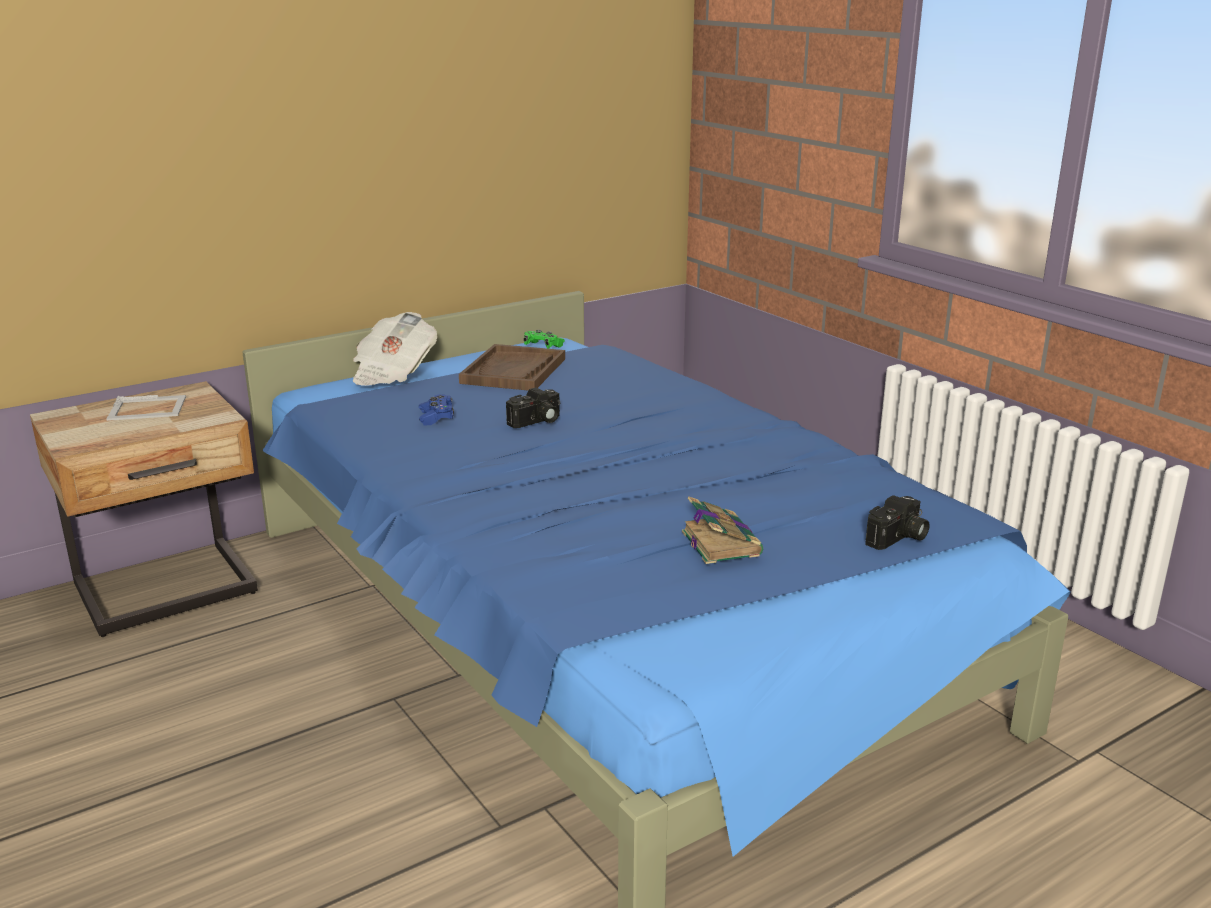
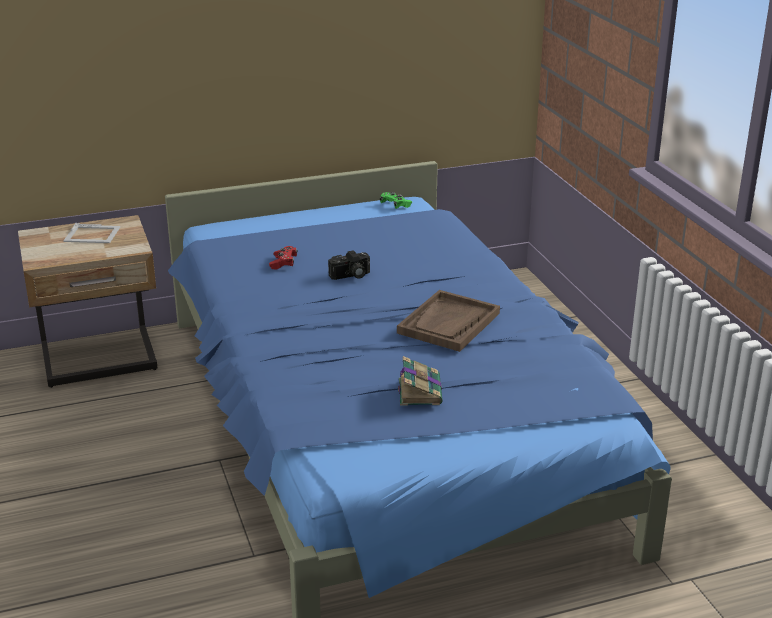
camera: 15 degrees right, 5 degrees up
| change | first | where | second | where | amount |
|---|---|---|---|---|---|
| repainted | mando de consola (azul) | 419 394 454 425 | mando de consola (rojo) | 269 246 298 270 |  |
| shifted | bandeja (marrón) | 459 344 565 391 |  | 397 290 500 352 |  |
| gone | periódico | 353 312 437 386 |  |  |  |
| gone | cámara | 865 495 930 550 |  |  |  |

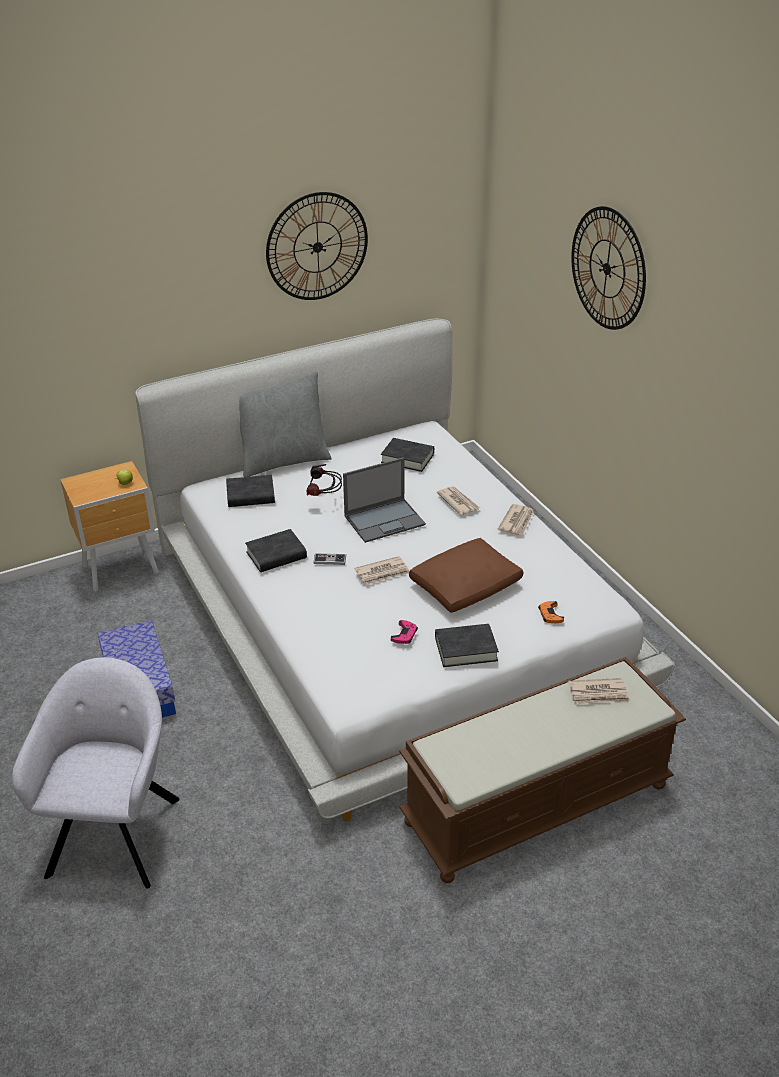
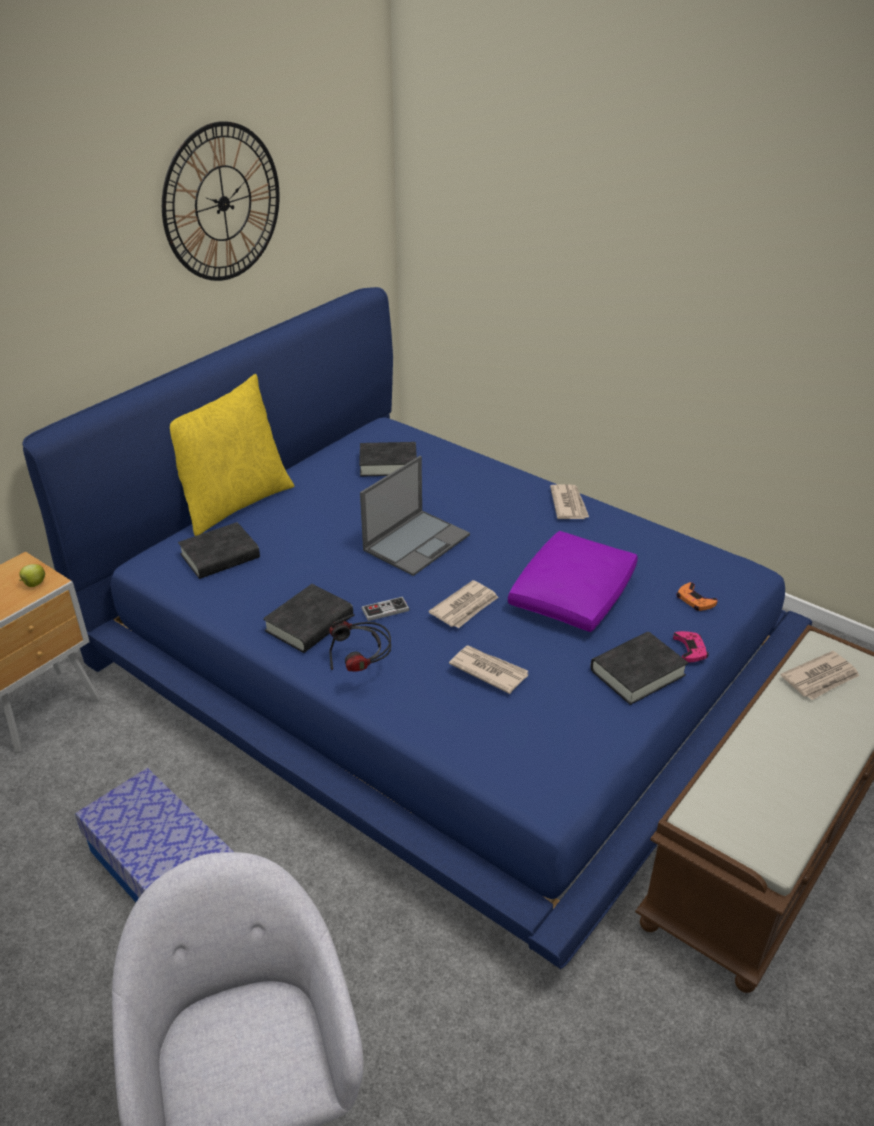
camera: 25 degrees left, 0 degrees up
| change | first | where | second | where | amount |
|---|---|---|---|---|---|
| repainted | cama (blanco) | 135 318 675 821 | cama (azul) | 22 287 812 969 |  |
| repainted | cojín (gris) | 239 372 332 477 | cojín (amarillo) | 170 374 295 536 |  |
| shifted | auriculares | 307 464 342 496 |  | 329 614 391 672 |  |
| shifted | periódico | 437 486 480 515 |  | 449 646 528 694 |  |
| repainted | cojín (marrón) | 409 538 523 613 | cojín (morado) | 508 531 638 632 |  |
| shifted | mando de consola (rosa) | 391 620 418 644 |  | 673 631 709 662 |  |
| gone | reloj de pared | 571 206 646 330 |  |  |  |

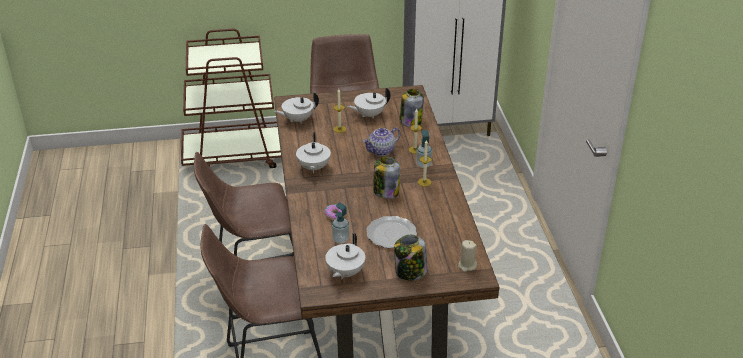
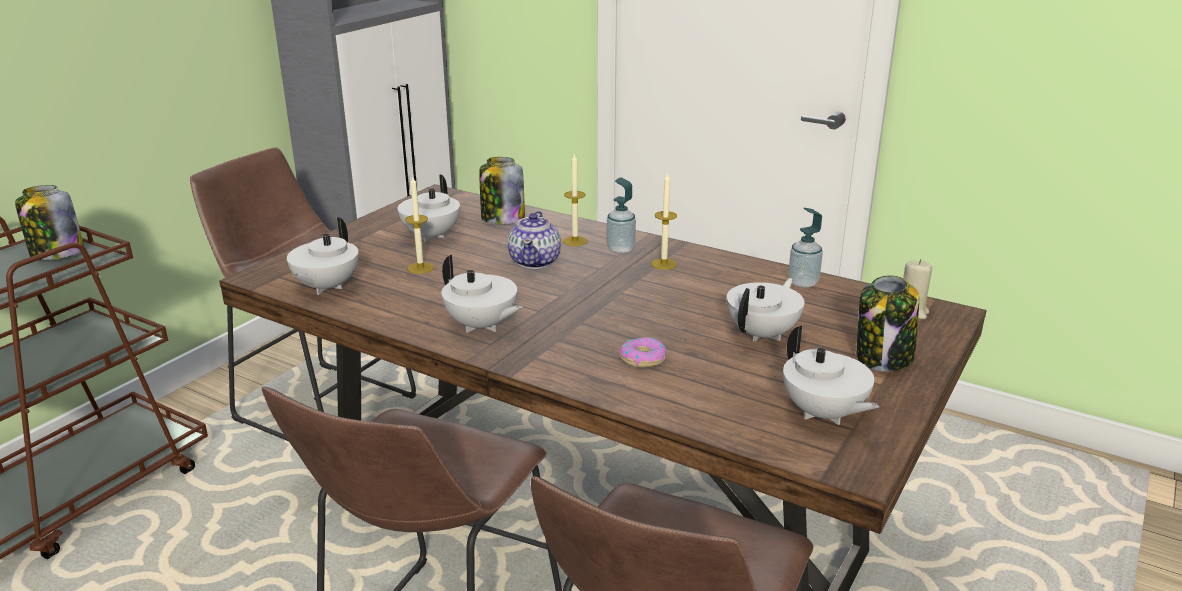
camera: 50 degrees left, 10 degrees down
| change | first | where | second | where | amount |
|---|---|---|---|---|---|
| shifted | tarro | 373 156 400 199 |  | 15 185 84 260 |  |
| swapped | plato | 366 216 417 248 | tetera (blanco) | 727 278 804 342 |  |
| shifted | dispensador de jabón | 332 202 350 244 |  | 788 208 823 288 |  |

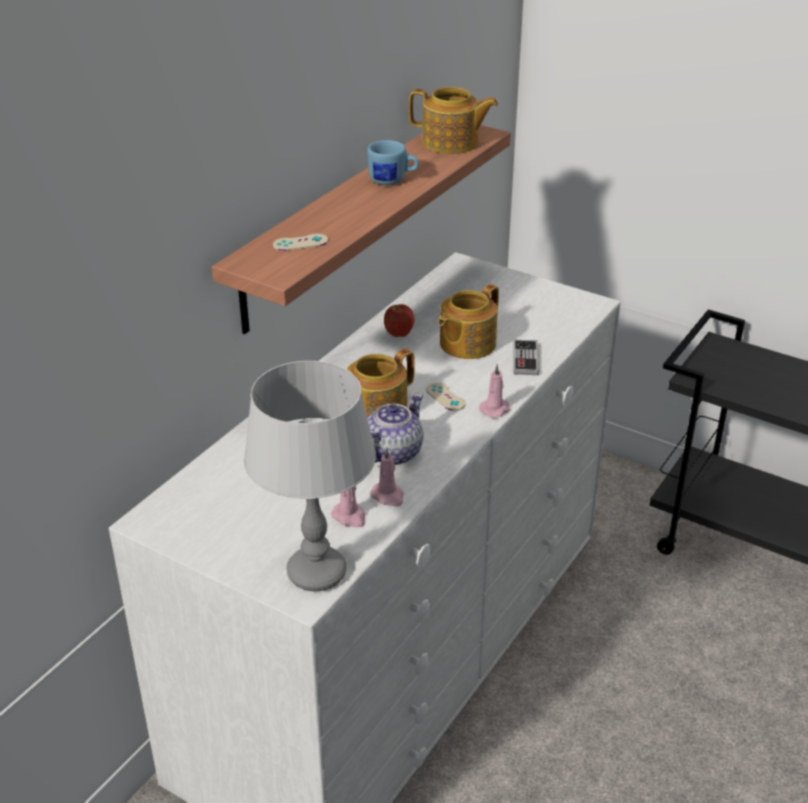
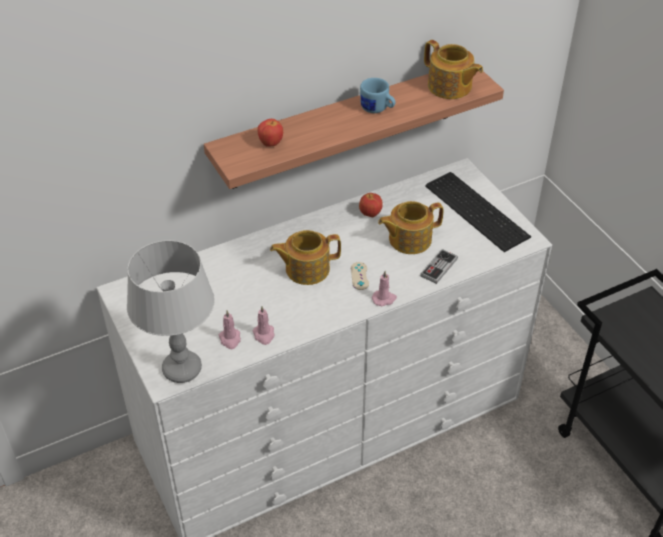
camera: 30 degrees right, 10 degrees up
| change | first | where | second | where | amount |
|---|---|---|---|---|---|
| swapped | mando de consola (beis) | 273 234 328 251 | manzana | 258 119 283 147 |  |
| new |  |  | teclado | 425 172 531 252 |  |
| gone | tetera | 368 394 423 465 |  |  |  |

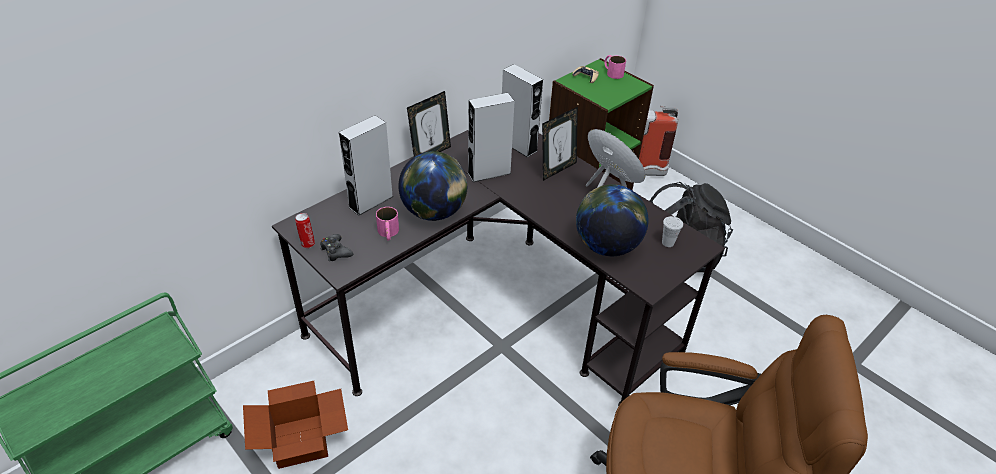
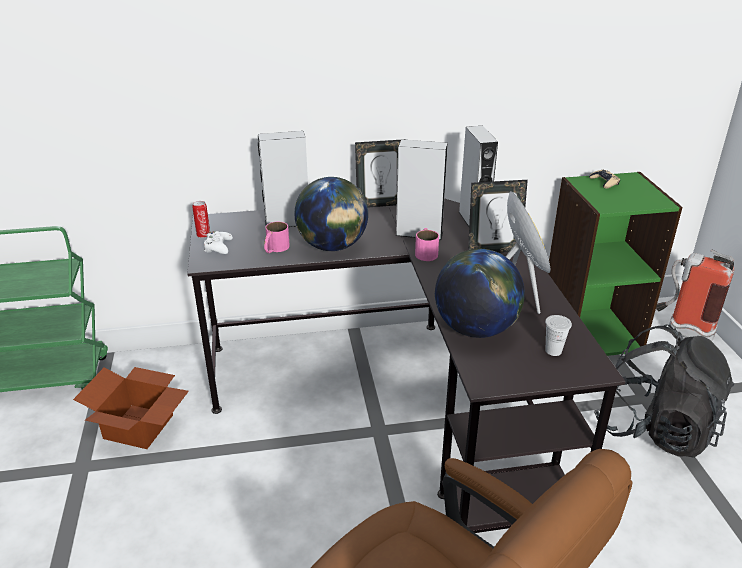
camera: 35 degrees right, 10 degrees down
| change | first | where | second | where | amount |
|---|---|---|---|---|---|
| repainted | mando de consola (negro) | 320 234 353 261 | mando de consola (blanco) | 204 231 233 254 |  |
| shifted | taza grande (rosa) | 604 55 626 79 |  | 415 228 439 261 |  |

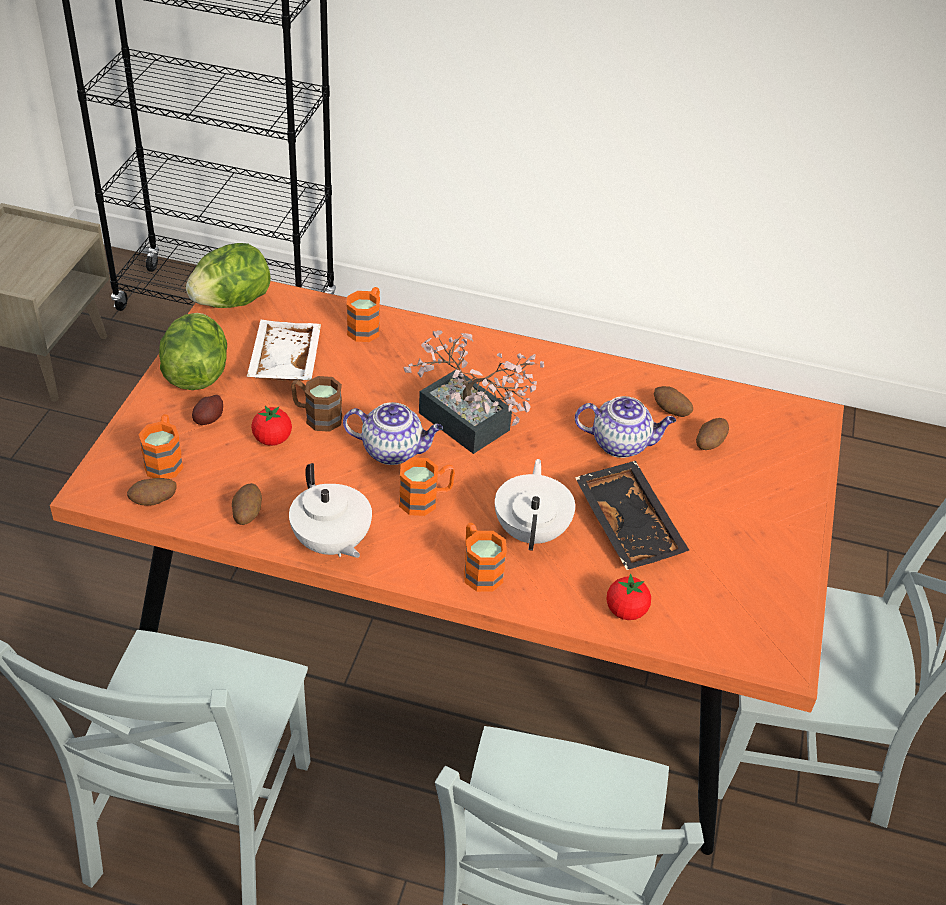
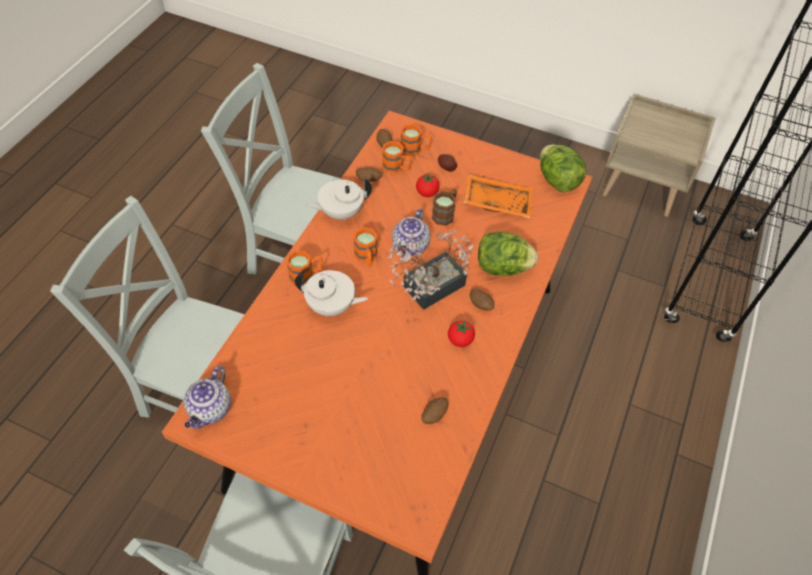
camera: 100 degrees right, 10 degrees up
| change | first | where | second | where | amount |
|---|---|---|---|---|---|
| shifted | tetera | 575 396 676 458 |  | 184 366 231 429 |  |
| shifted | taza grande (naranja) | 347 287 380 342 |  | 382 141 411 174 |  |
| shifted | tomate | 606 574 651 620 |  | 448 320 475 347 |  |
| repainted | bandeja (blanco) | 247 320 321 381 | bandeja (naranja) | 464 174 533 218 |  |
| shifted | patata | 696 418 729 450 |  | 470 289 494 311 |  |
| shifted | lechuga | 159 313 227 390 |  | 478 232 538 276 |  |
| gone | bandeja (negro) | 575 461 689 570 |  |  |  |

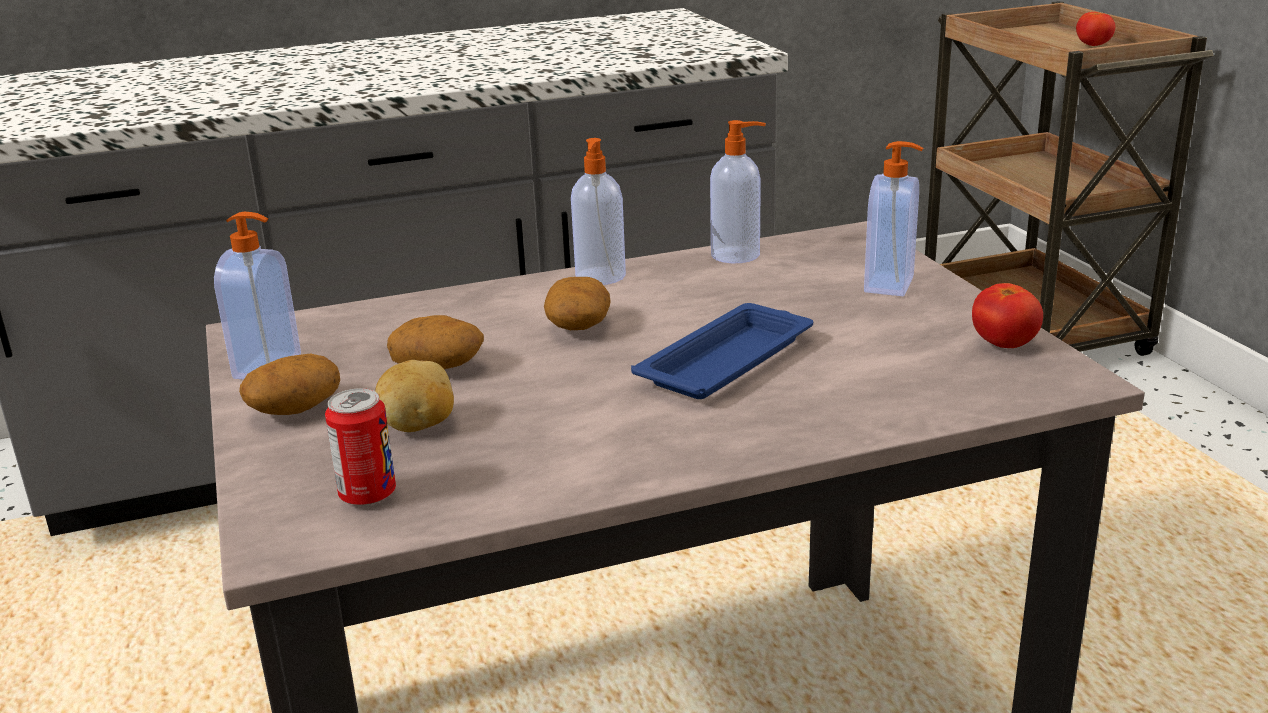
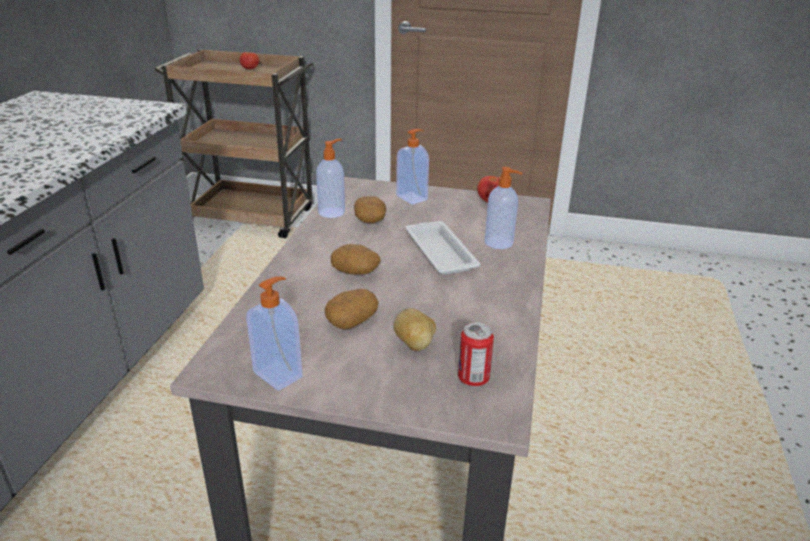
camera: 60 degrees left, 5 degrees up
| change | first | where | second | where | amount |
|---|---|---|---|---|---|
| shifted | patata | 239 354 340 415 |  | 354 196 386 223 |  |
| repainted | bandeja (azul) | 631 303 813 399 | bandeja (blanco) | 405 221 481 275 |  |
| shifted | dispensador de jabón | 571 138 626 285 |  | 485 167 523 249 |  |

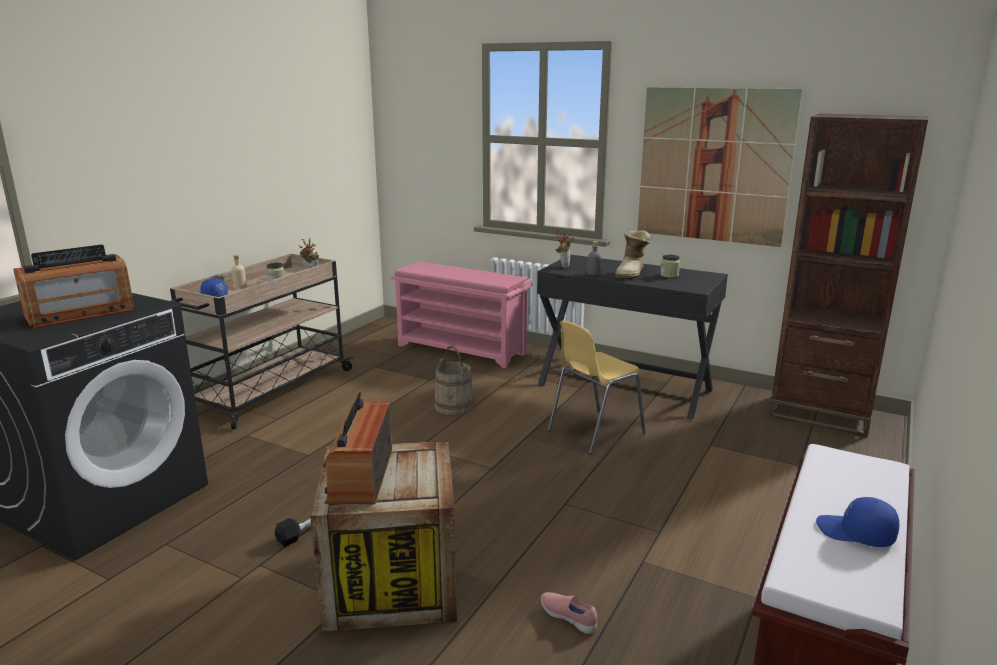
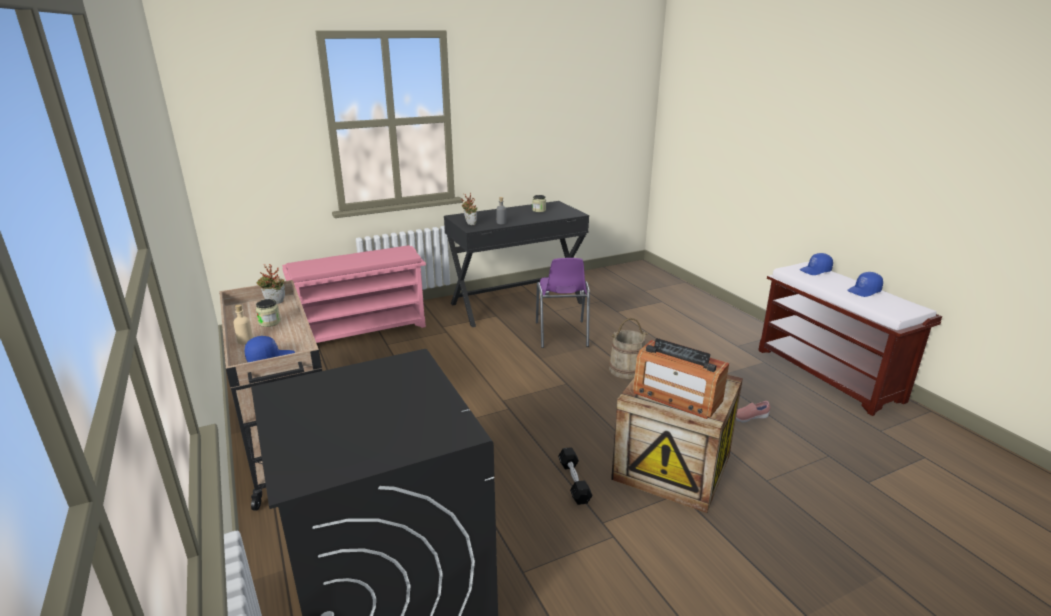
camera: 55 degrees left, 5 degrees up
| change | first | where | second | where | amount |
|---|---|---|---|---|---|
| repainted | silla (amarillo) | 548 321 646 455 | silla (morado) | 536 258 590 348 |  |
| shifted | cubo (beis) | 434 346 474 415 |  | 609 318 648 379 |  |
| new |  |  | gorra (azul) | 799 253 833 275 |  |
| gone | radio | 13 245 134 329 |  |  |  |
| gone | bota | 615 230 650 280 |  |  |  |
| gone | cuadro | 638 87 802 247 |  |  |  |
| gone | estantería (marrón) | 769 114 928 437 |  |  |  |

